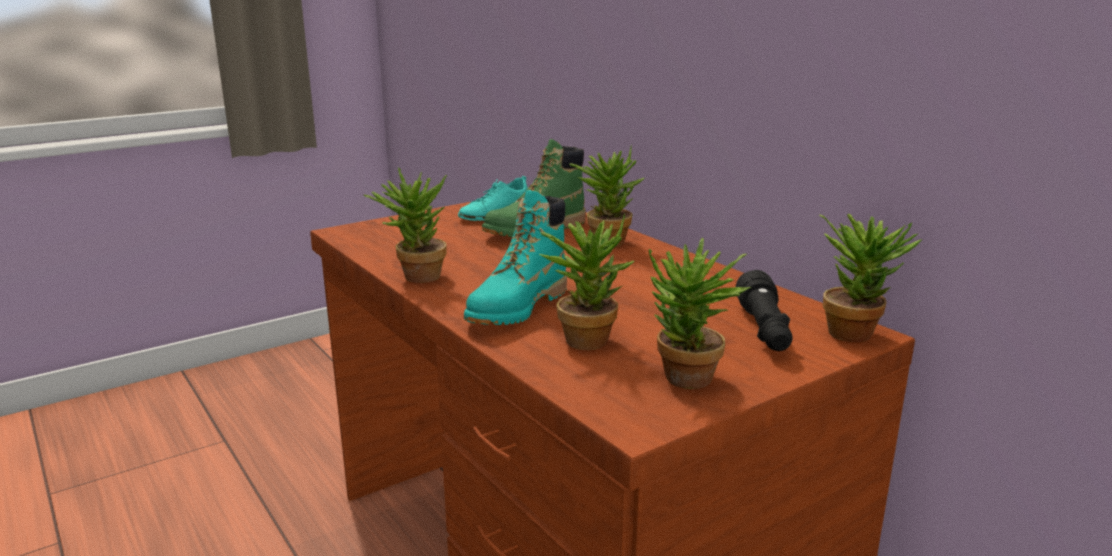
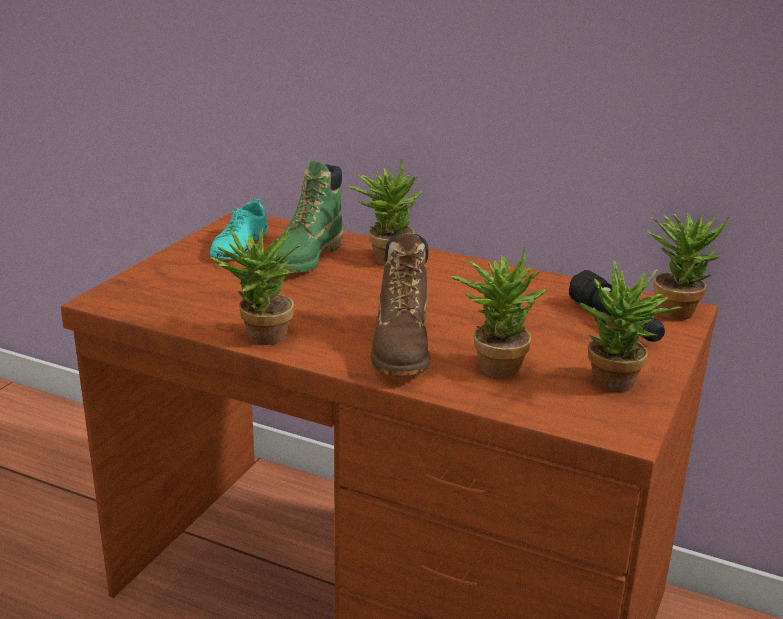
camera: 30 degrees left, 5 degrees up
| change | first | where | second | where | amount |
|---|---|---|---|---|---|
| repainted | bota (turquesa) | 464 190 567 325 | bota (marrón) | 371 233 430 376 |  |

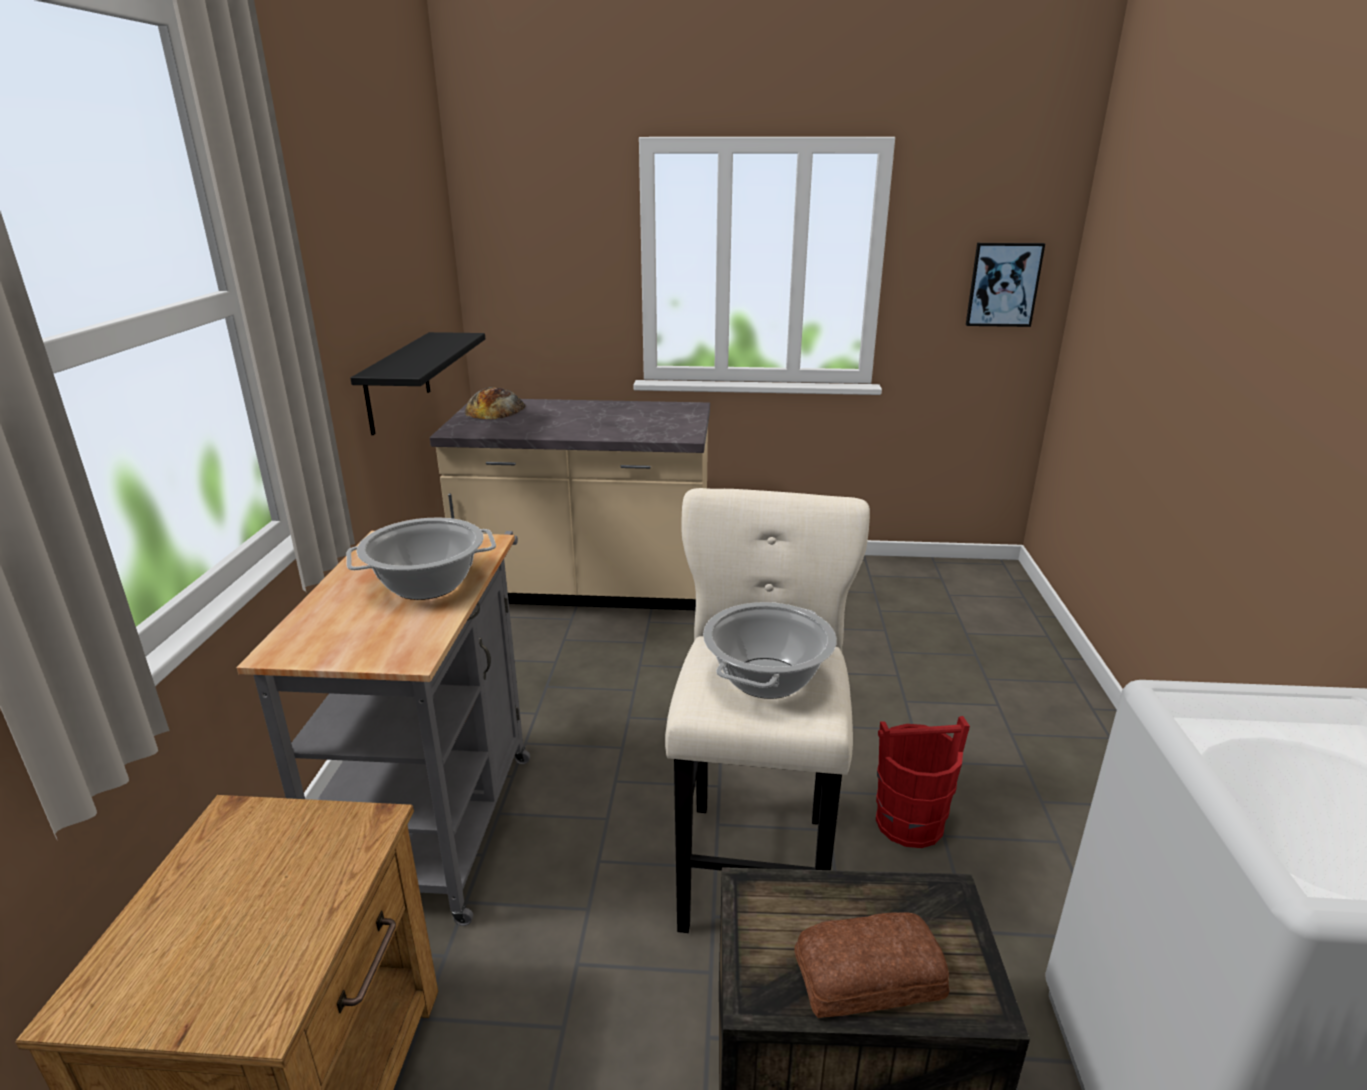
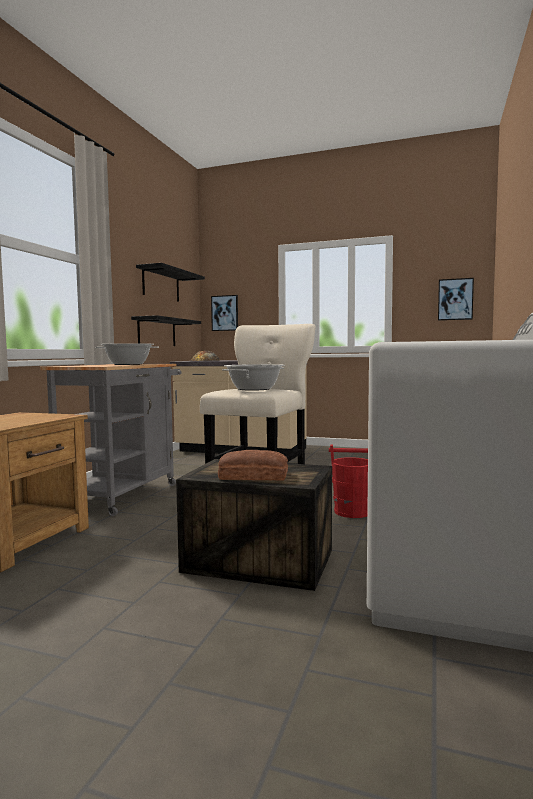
camera: 15 degrees right, 20 degrees down
| change | first | where | second | where | amount |
|---|---|---|---|---|---|
| new |  |  | estante (negro) | 136 263 205 302 |  |
| new |  |  | cuadro | 211 295 238 331 |  |

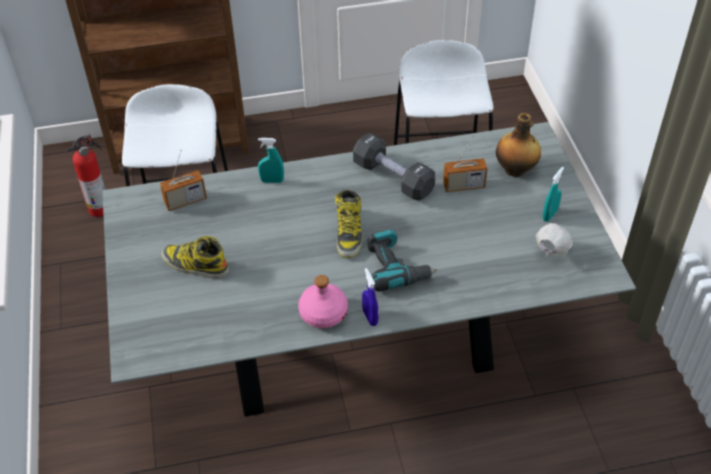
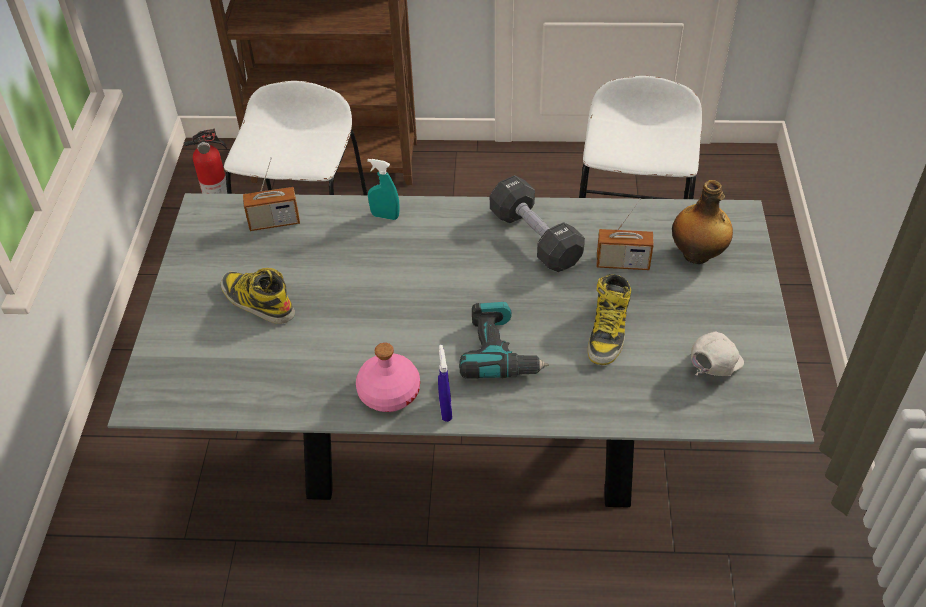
camera: 15 degrees right, 0 degrees up
| change | first | where | second | where | amount |
|---|---|---|---|---|---|
| shifted | bota | 335 190 363 258 |  | 588 274 631 365 |  |
| gone | pulverizador (turquesa) | 542 167 564 222 |  |  |  |

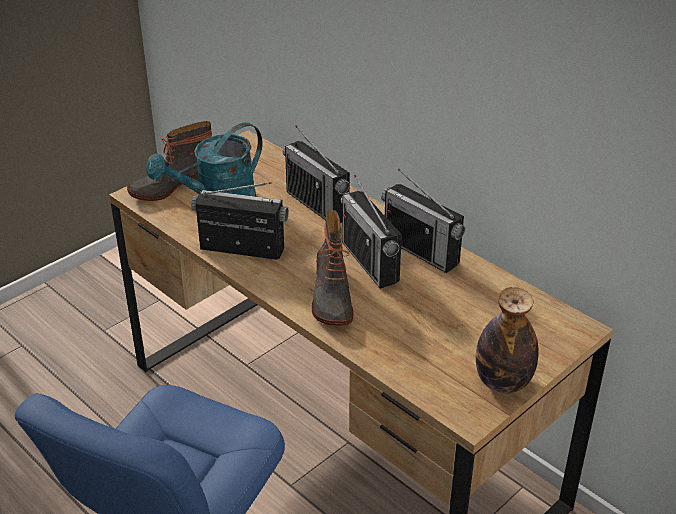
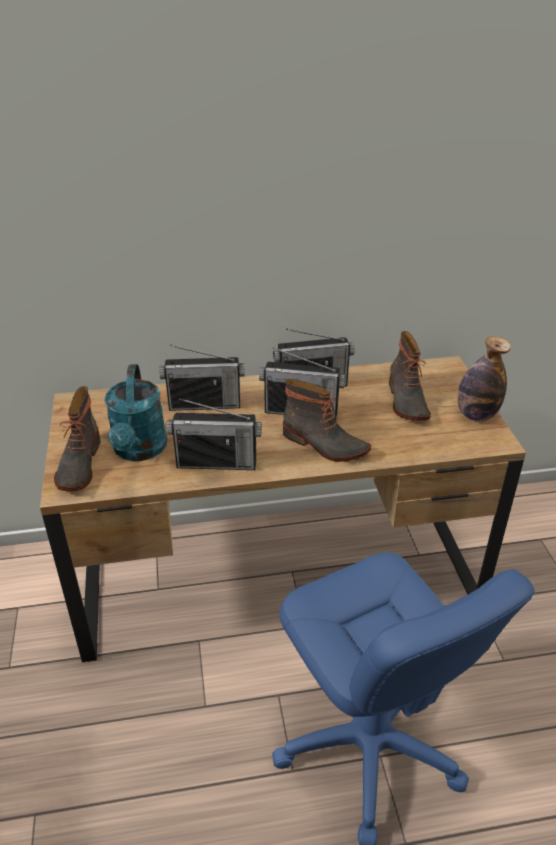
camera: 55 degrees left, 0 degrees up
| change | first | where | second | where | amount |
|---|---|---|---|---|---|
| rotated | radio | 191 182 289 260 |  | 167 398 262 470 | 135 degrees counterclockwise |
| new |  |  | bota | 389 331 431 421 |  |

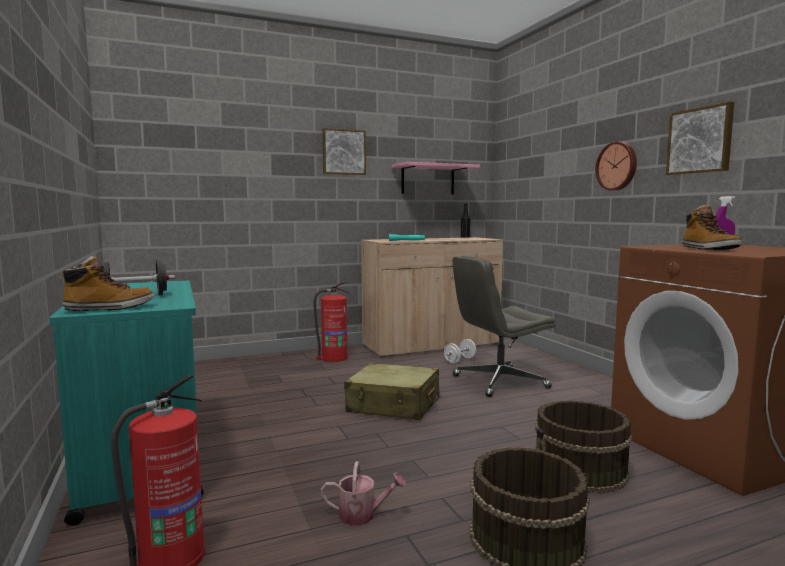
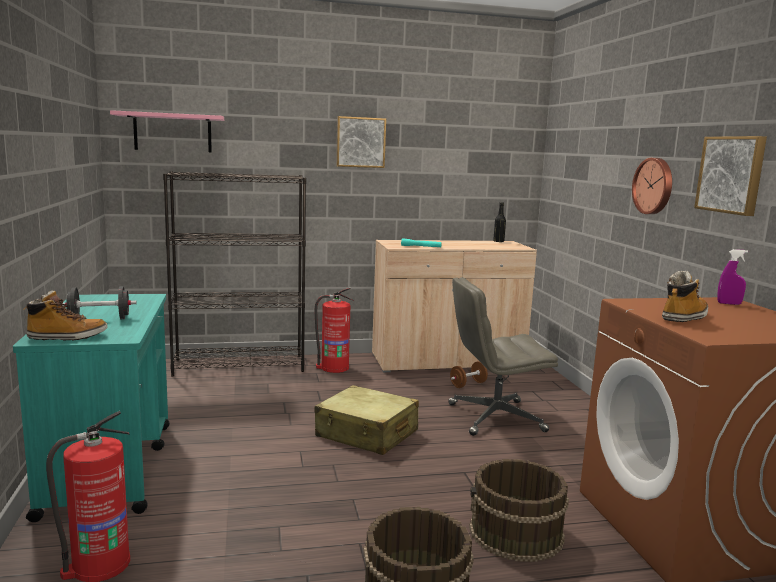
camera: 10 degrees right, 5 degrees up
| change | first | where | second | where | amount |
|---|---|---|---|---|---|
| shifted | estante (rosa) | 392 162 480 195 |  | 110 110 224 152 |  |
| new |  |  | estantería (negro) | 163 171 306 377 |  |
| repainted | mancuerna (blanco) | 444 339 476 363 | mancuerna (marrón) | 450 361 488 388 |  |
| rotated | bota | 682 205 742 250 |  | 662 271 708 322 | 135 degrees counterclockwise |
| gone | regadera | 321 461 406 526 |  |  |  |

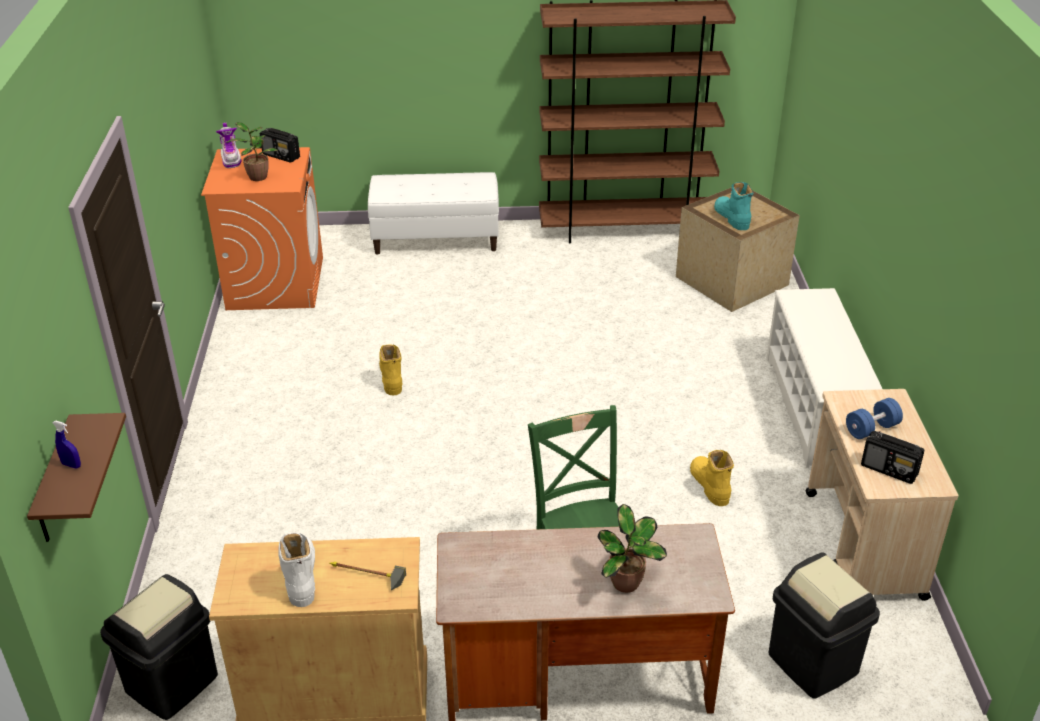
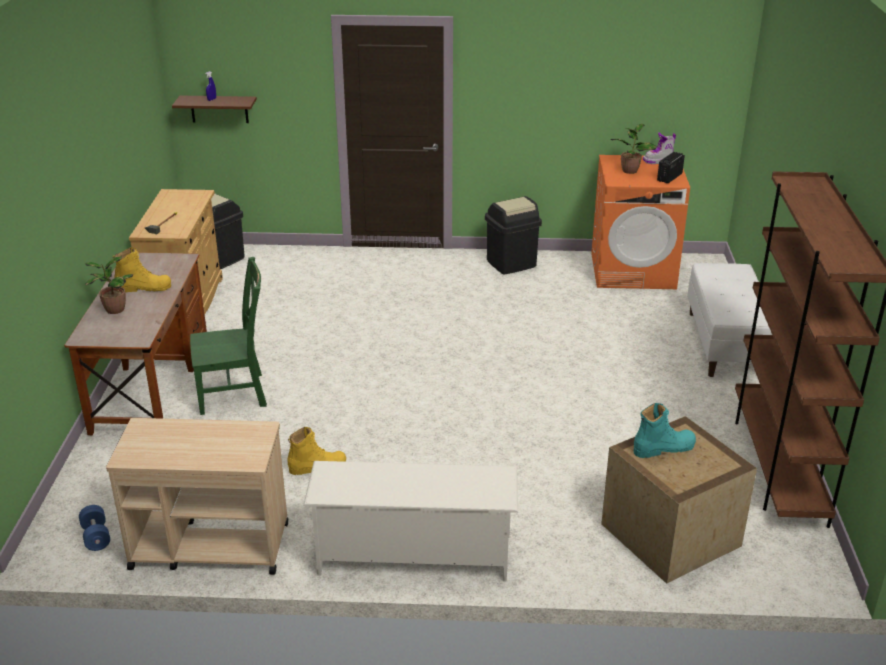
camera: 95 degrees right, 5 degrees down
| change | first | where | second | where | amount |
|---|---|---|---|---|---|
| shifted | mancuerna (azul) | 846 398 903 439 |  | 79 505 110 551 |  |
| shifted | bota (amarillo) | 379 344 403 395 |  | 113 247 171 292 |  |
| shifted | papelera (negro) | 768 553 880 699 |  | 485 196 542 275 |  |
| gone | bota (blanco) | 278 532 315 607 |  |  |  |
| gone | radio | 861 431 924 484 |  |  |  |

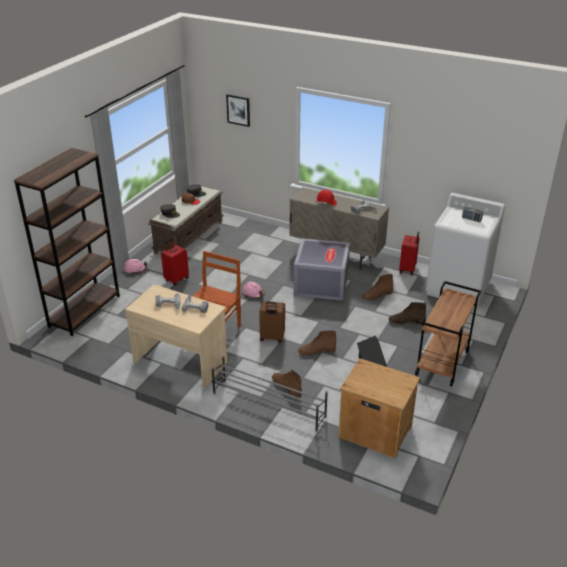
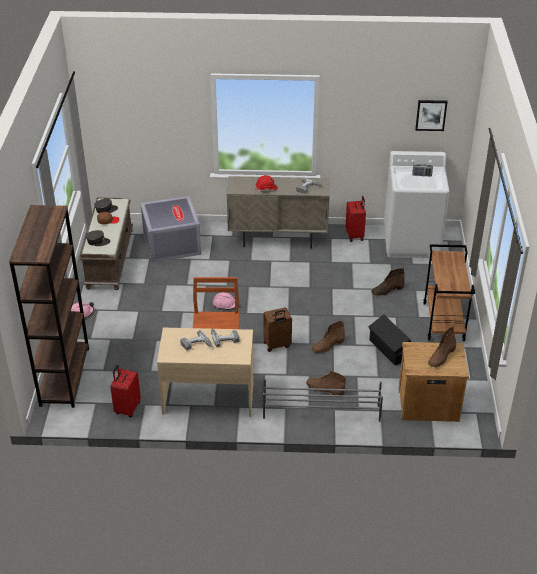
camera: 25 degrees left, 5 degrees up
| change | first | where | second | where | amount |
|---|---|---|---|---|---|
| shifted | maleta (rojo) | 161 239 189 285 |  | 110 365 141 417 |  |
| shifted | caja de almacenaje (gris) | 294 238 350 301 |  | 140 196 201 263 |  |
| shifted | cuadro | 226 94 250 127 |  | 415 100 447 131 |  |
| shifted | bota (marrón) | 363 274 393 300 |  | 428 326 456 367 |  |

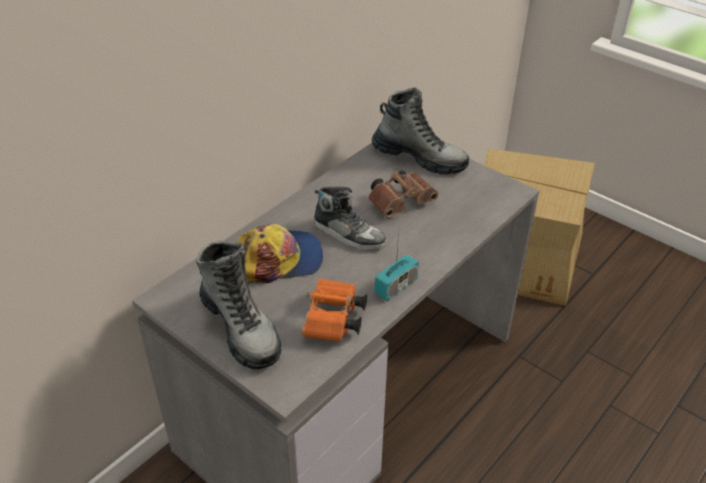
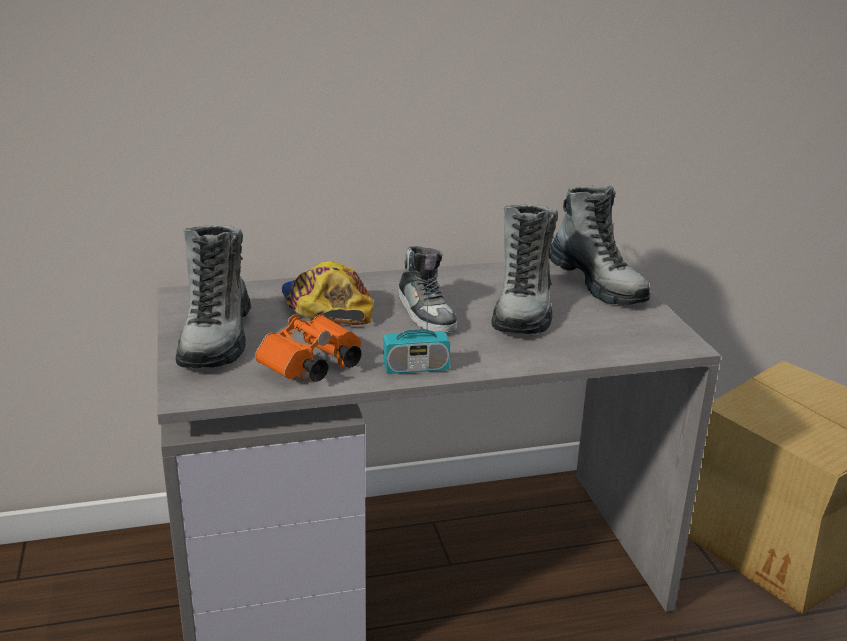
camera: 35 degrees right, 15 degrees down
| change | first | where | second | where | amount |
|---|---|---|---|---|---|
| rotated | gorra | 237 224 323 283 |  | 282 261 374 325 | 135 degrees counterclockwise |
| swapped | prismáticos (marrón) | 368 171 438 218 | bota | 492 204 558 334 |  |

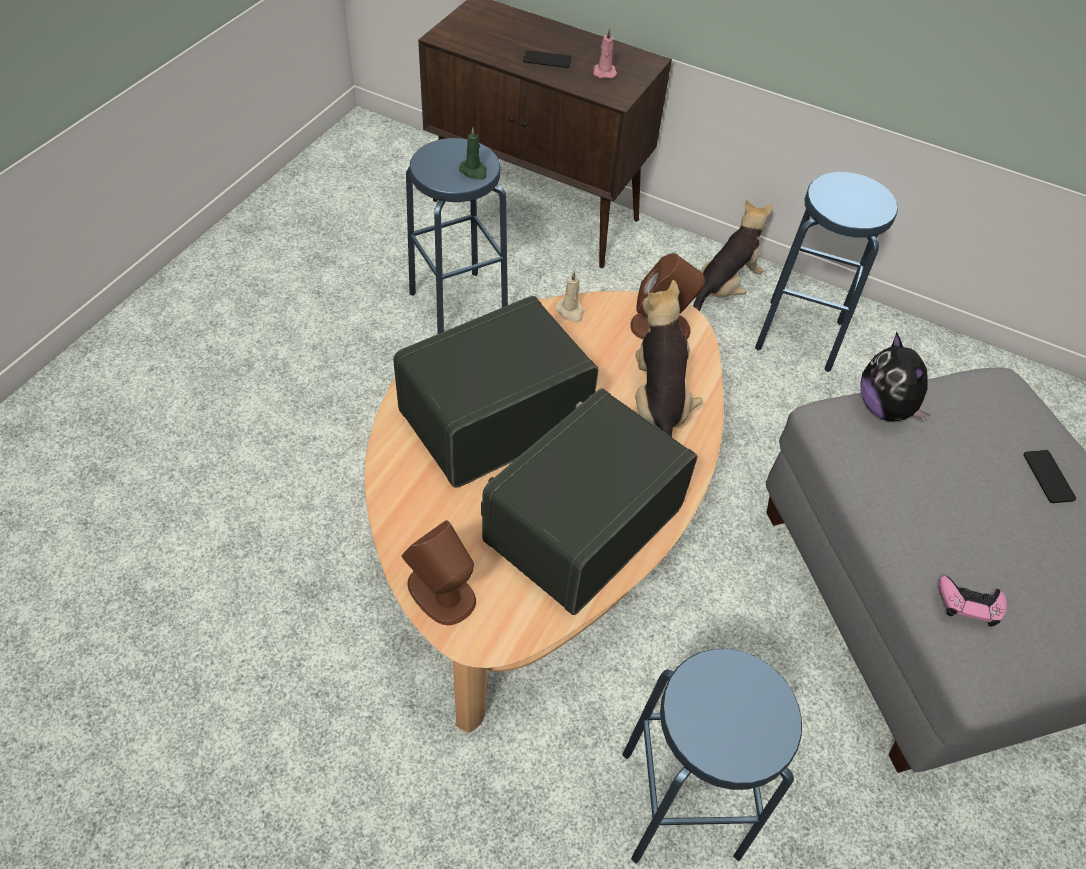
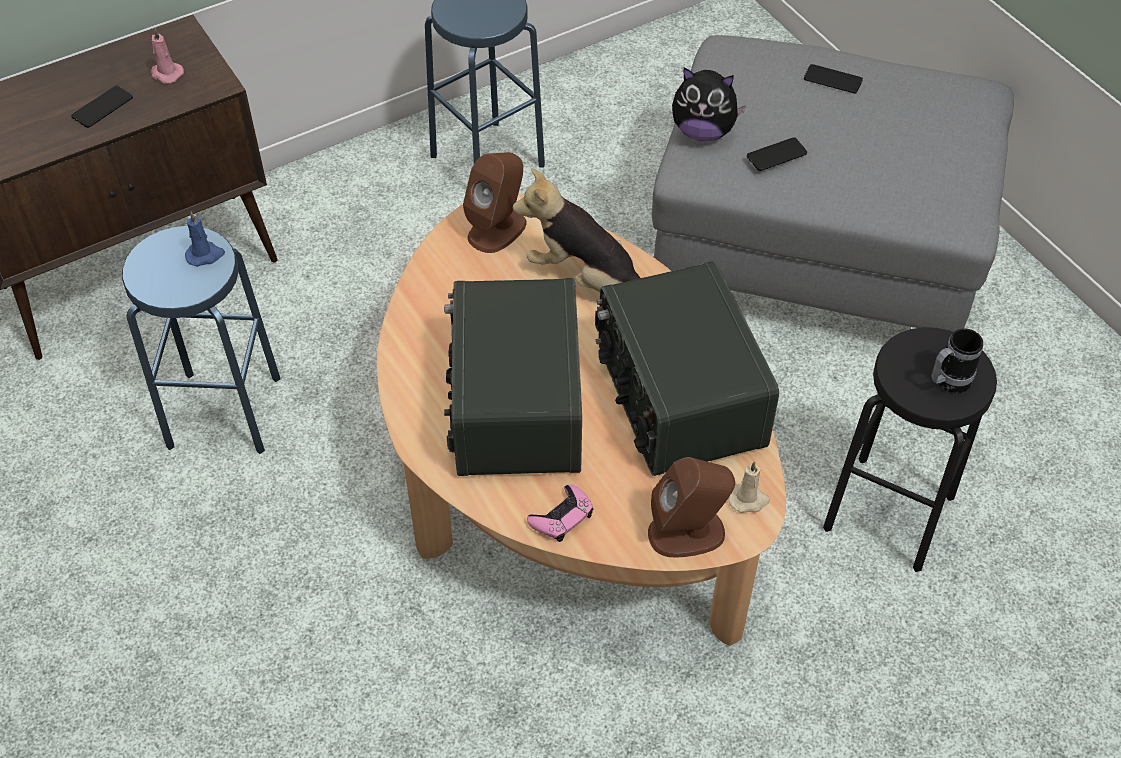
camera: 55 degrees left, 0 degrees up
| change | first | where | second | where | amount |
|---|---|---|---|---|---|
| repainted | vela (verde) | 459 127 487 180 | vela (azul) | 185 211 225 267 |  |
| shifted | mando de consola (rosa) | 939 576 1007 627 |  | 527 484 593 542 |  |
| shifted | vela (beis) | 555 271 584 323 |  | 728 461 770 513 |  |
| new |  |  | móvil | 747 137 807 171 |  |
| repainted | taburete (azul) | 622 649 802 863 | taburete (negro) | 823 327 997 572 |  |
| new |  |  | taza grande | 931 328 983 393 |  |
| gone | peluche | 693 200 772 311 |  |  |  |

